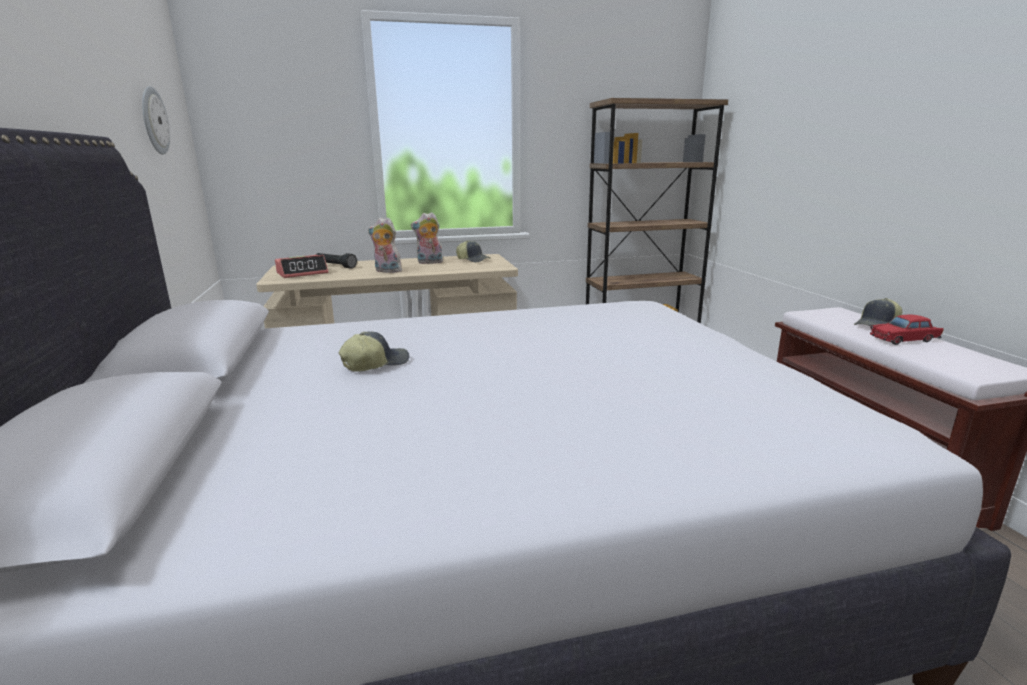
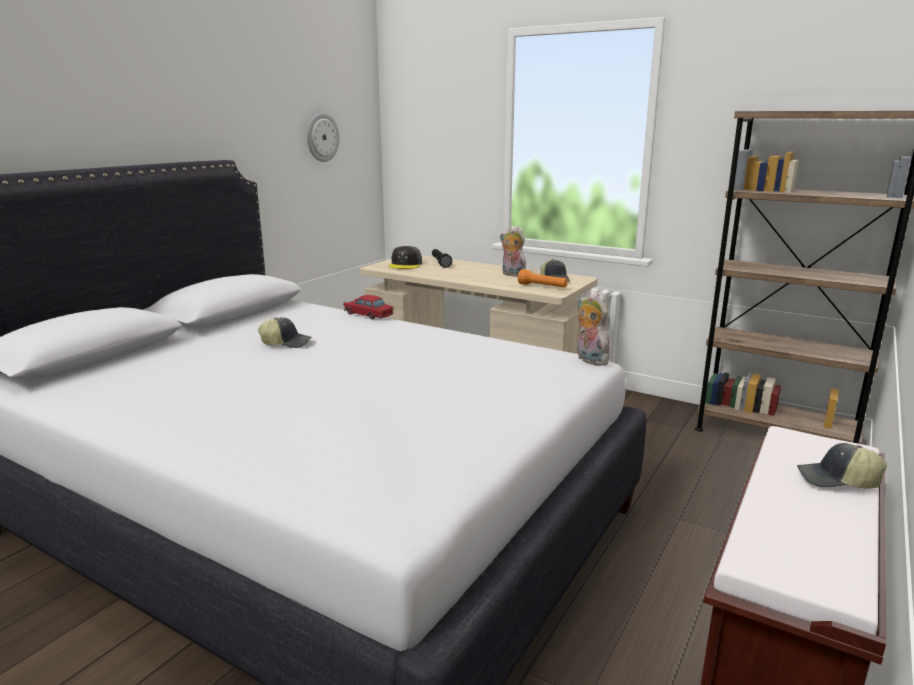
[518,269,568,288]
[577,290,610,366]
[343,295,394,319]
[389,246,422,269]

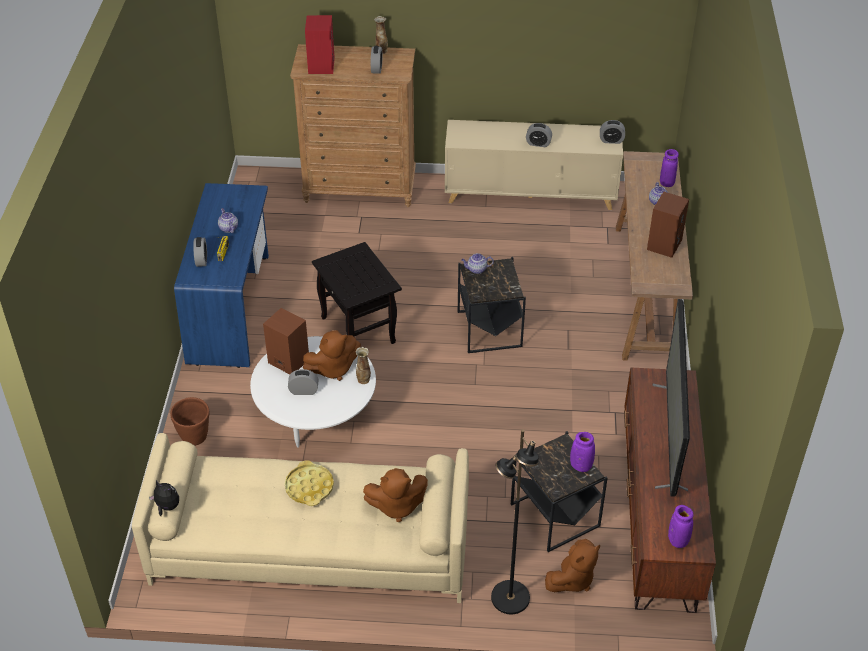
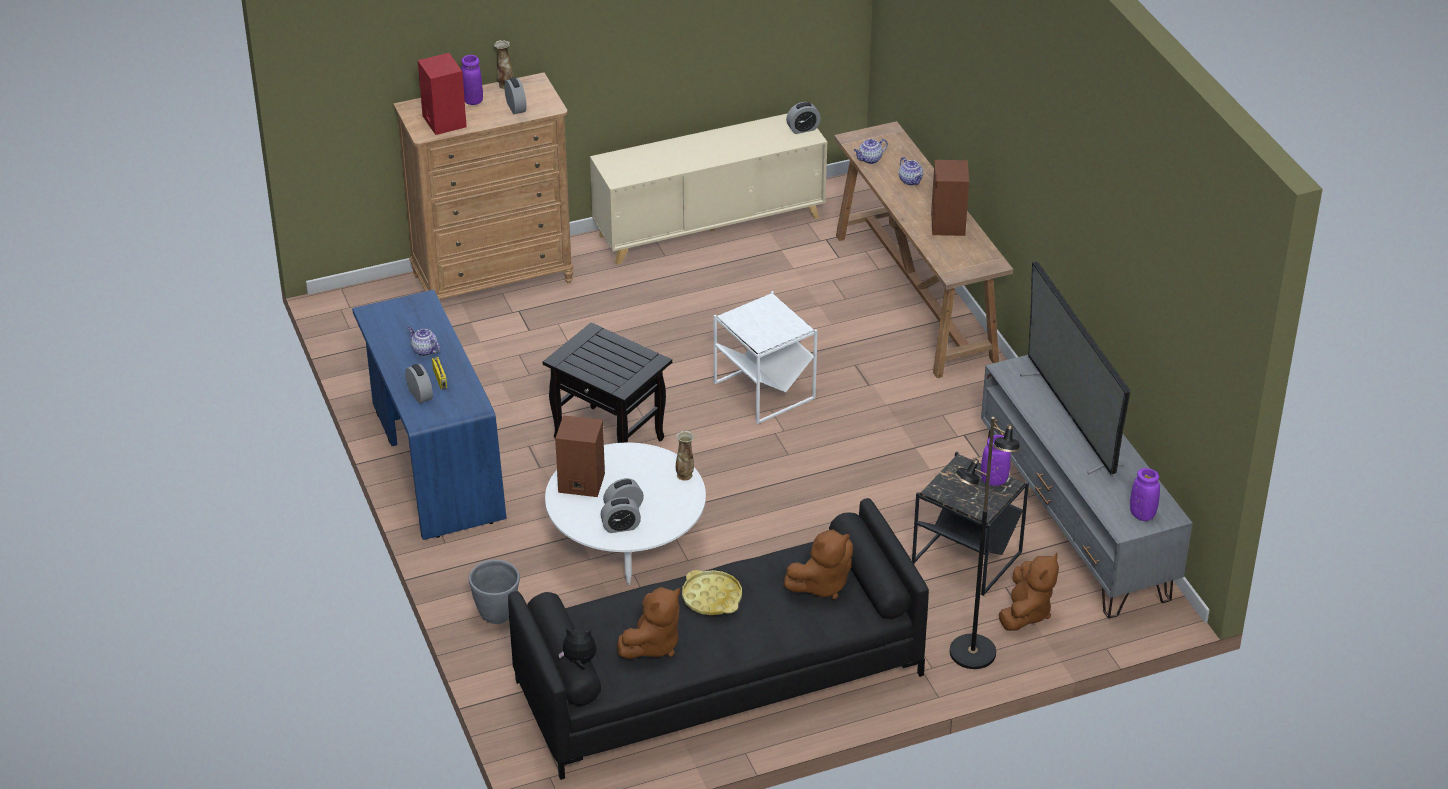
[617,587,680,659]
[854,139,888,164]
[600,497,641,533]
[461,55,483,105]
[508,498,929,780]
[469,560,520,624]
[714,291,818,424]
[981,355,1192,618]

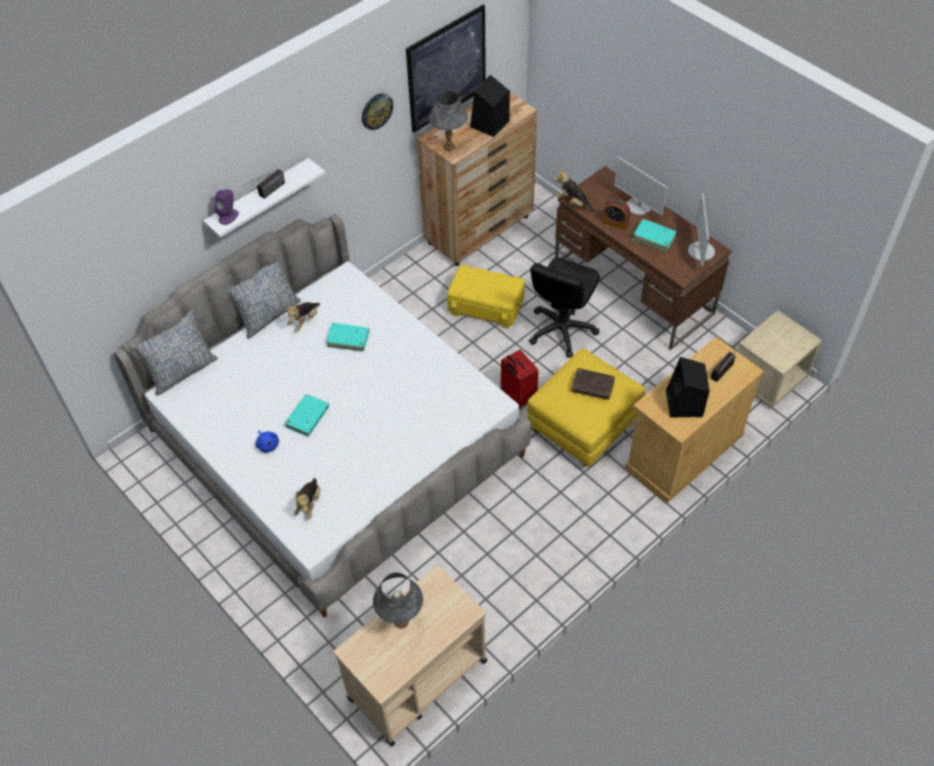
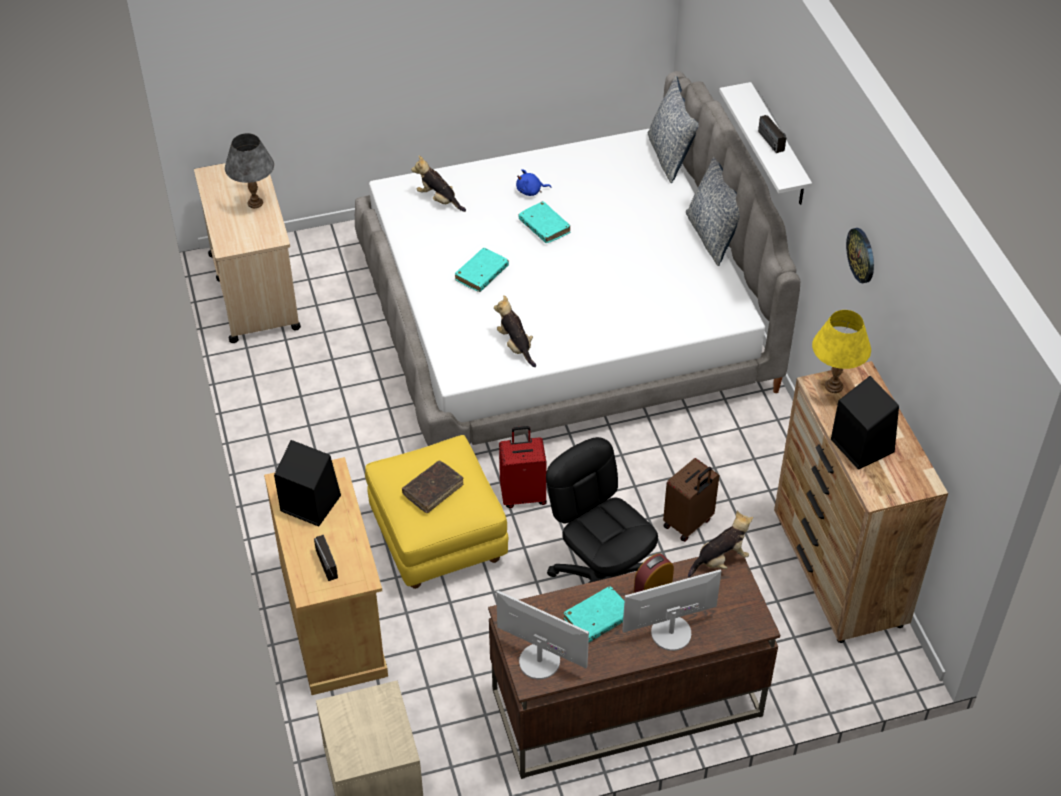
[214,189,239,225] (first image)
[406,5,486,133] (first image)
[494,295,536,367]
[455,248,509,292]
[663,458,720,542]
[812,310,871,393]

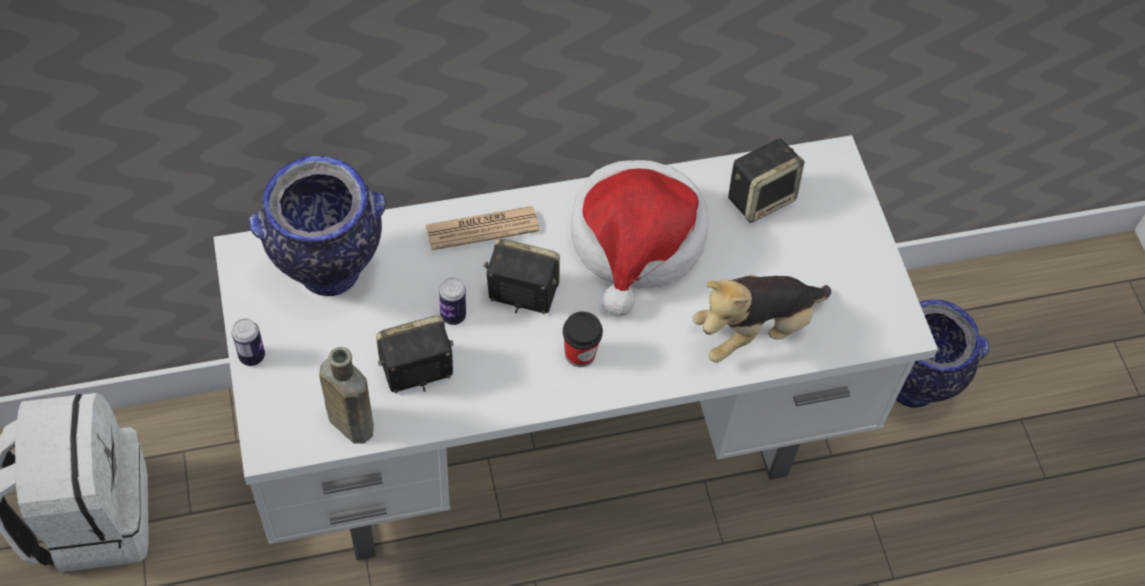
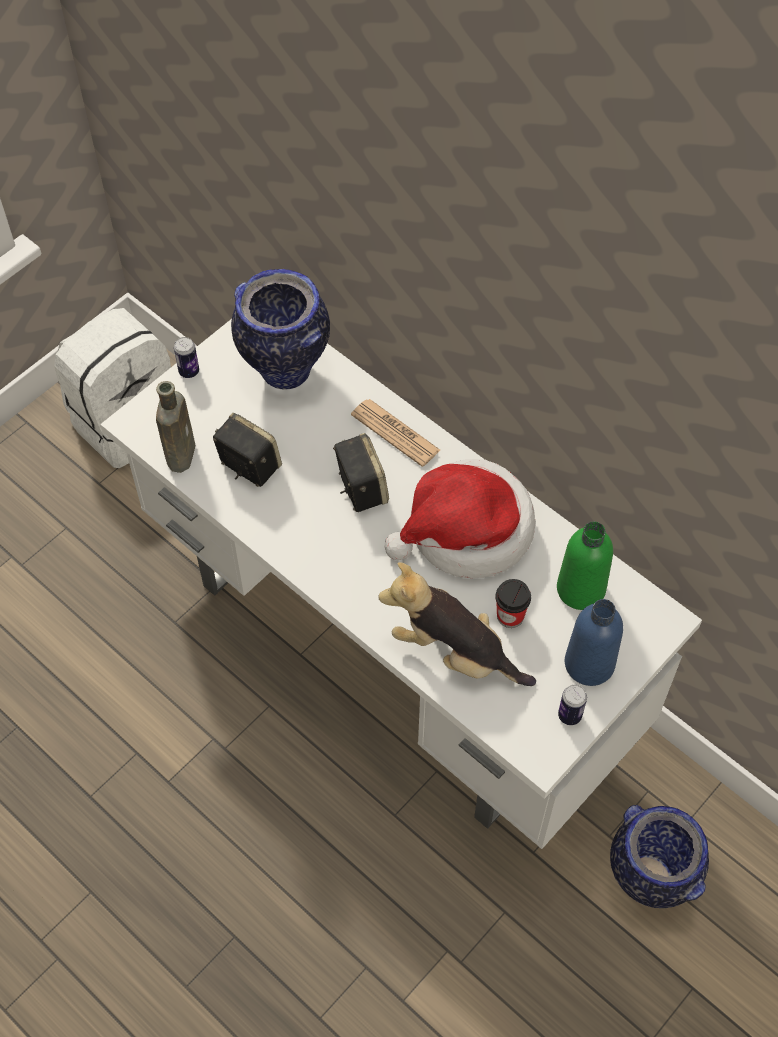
[565,599,623,686]
[558,685,587,725]
[495,579,531,628]
[557,522,613,610]

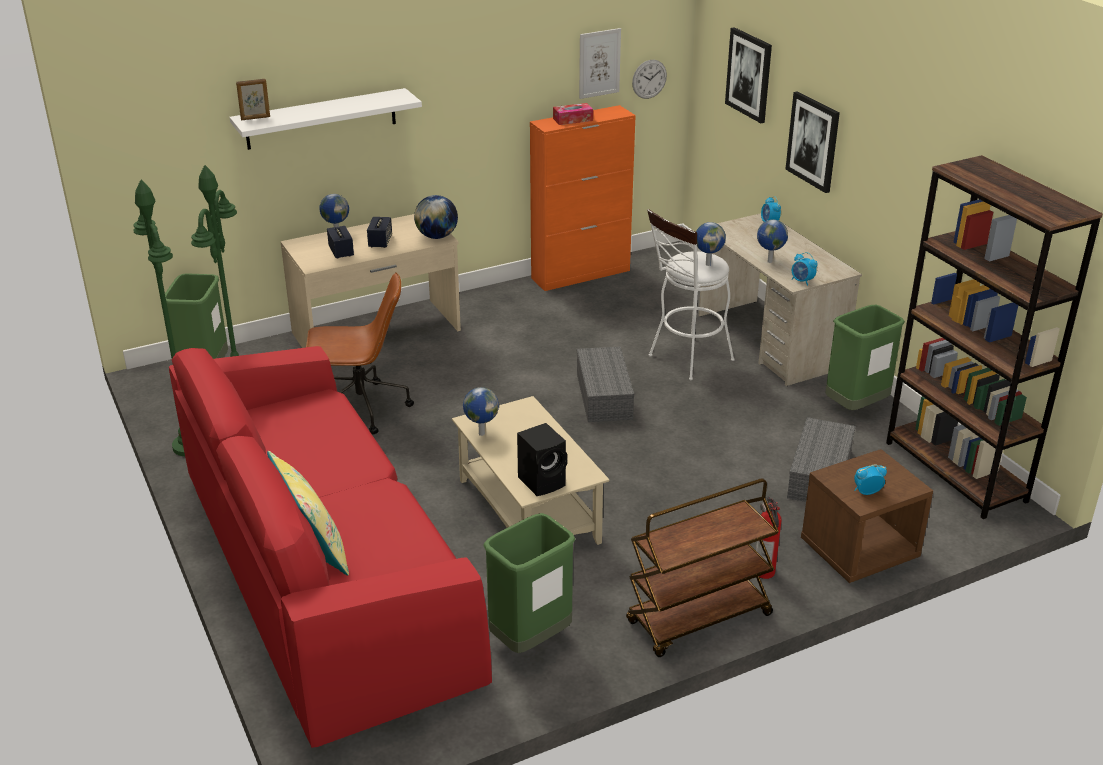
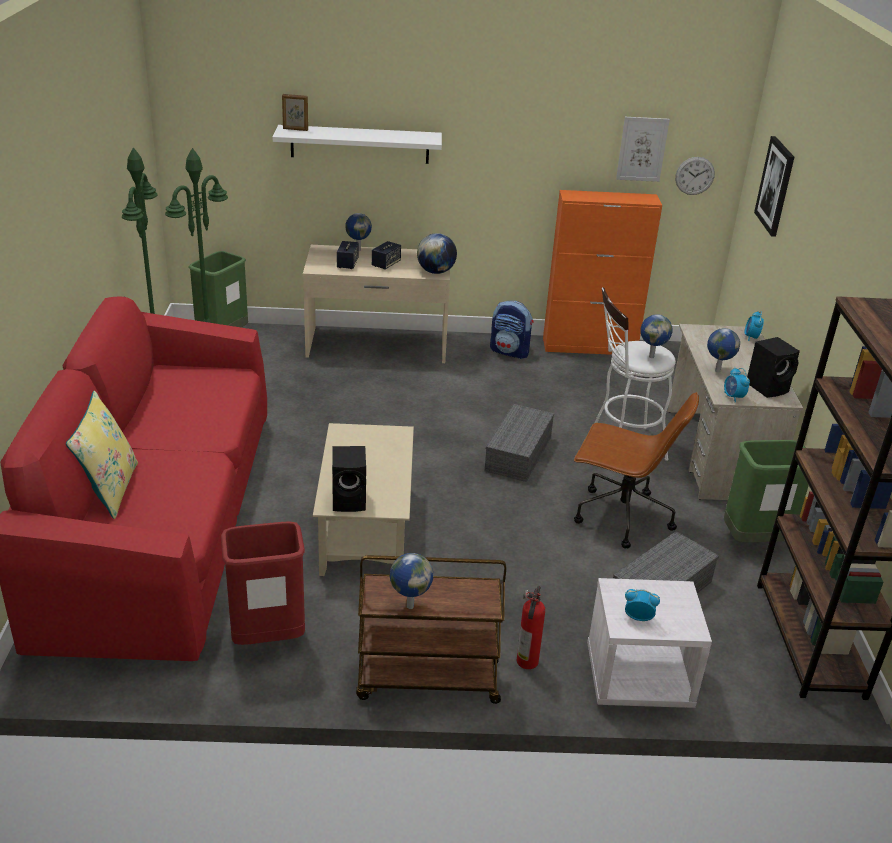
[553,103,593,125] (first image)
[785,91,840,193] (first image)
[490,301,534,359]
[747,337,800,398]
[574,392,699,548]
[390,553,433,609]
[221,522,305,645]
[587,578,712,708]

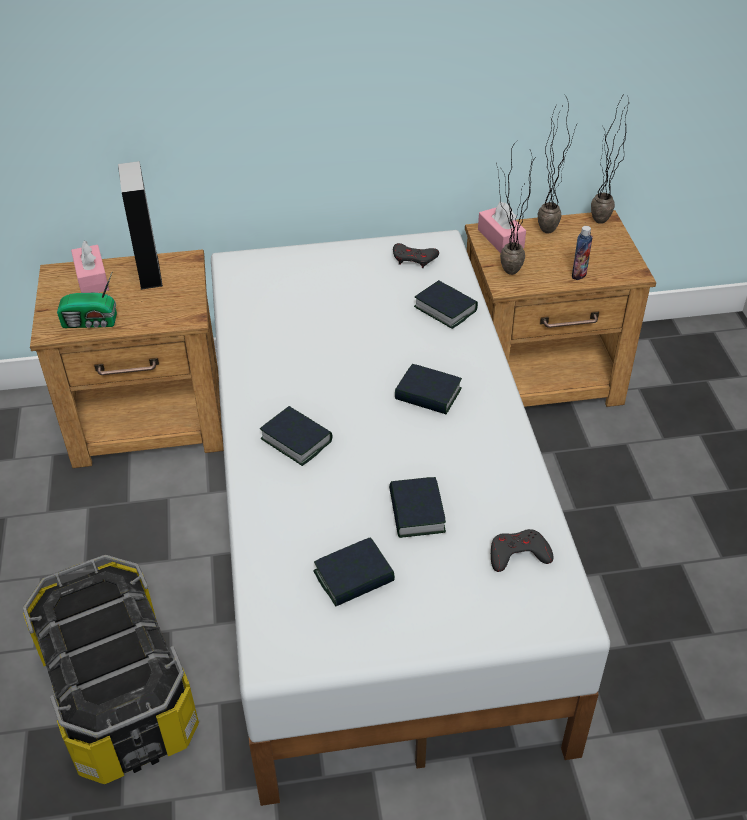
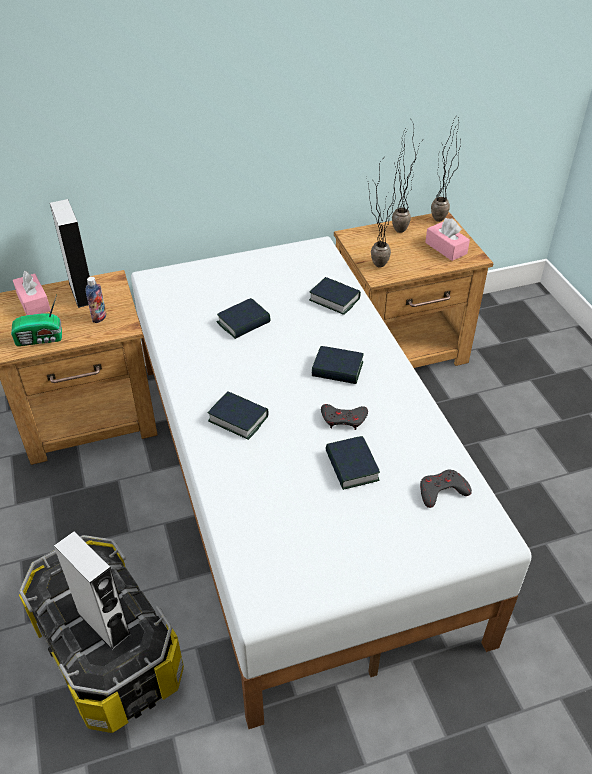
[54,531,131,650]
[217,298,270,339]
[321,404,368,430]
[425,218,470,261]
[86,277,107,323]

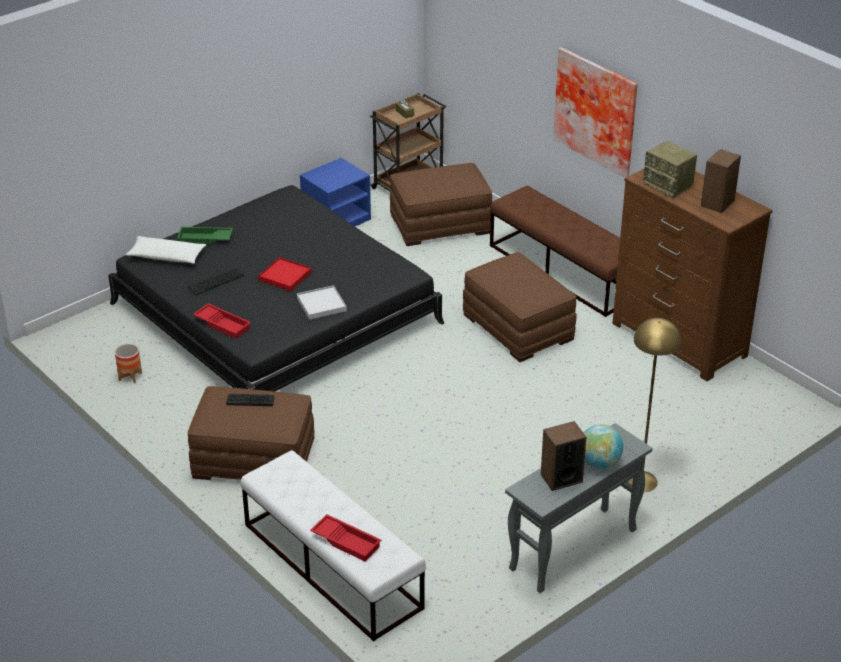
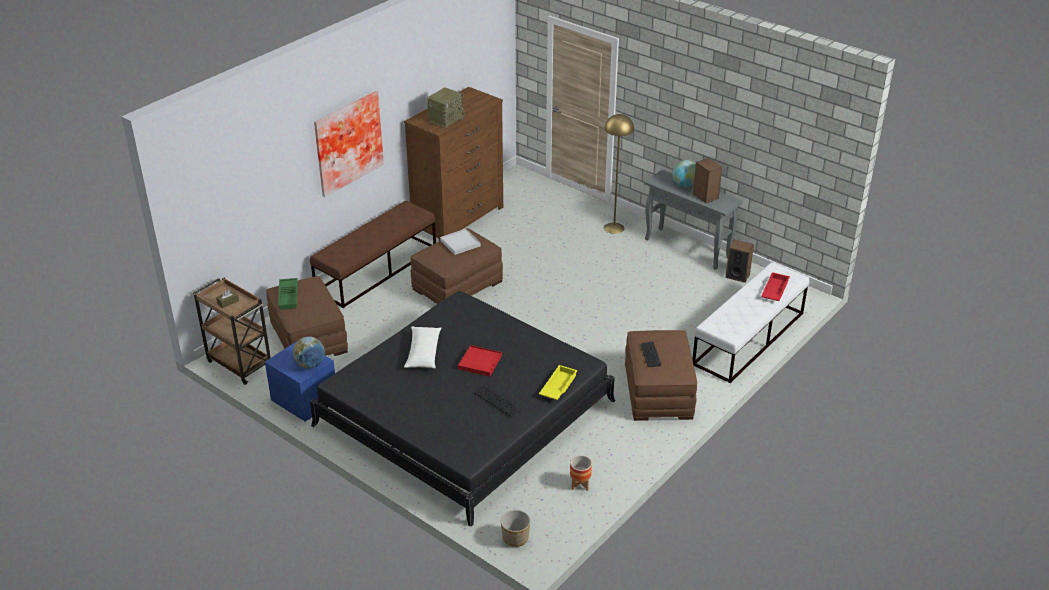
[293,337,325,369]
[501,510,530,547]
[404,326,442,368]
[278,278,298,310]
[440,229,481,255]
[725,240,754,283]
[539,365,578,400]

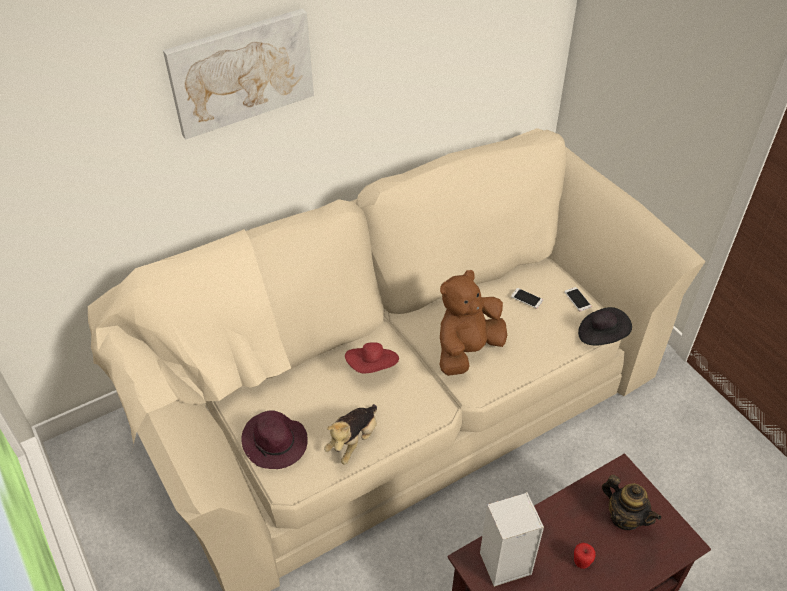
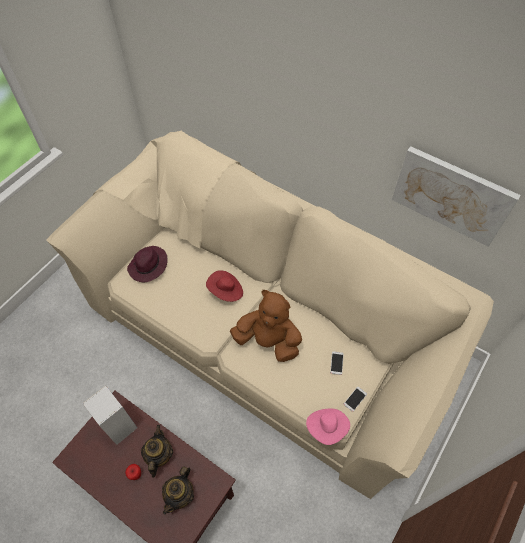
[324,404,377,464] (first image)
[141,425,173,478]
[392,146,521,247]
[306,409,350,445]

